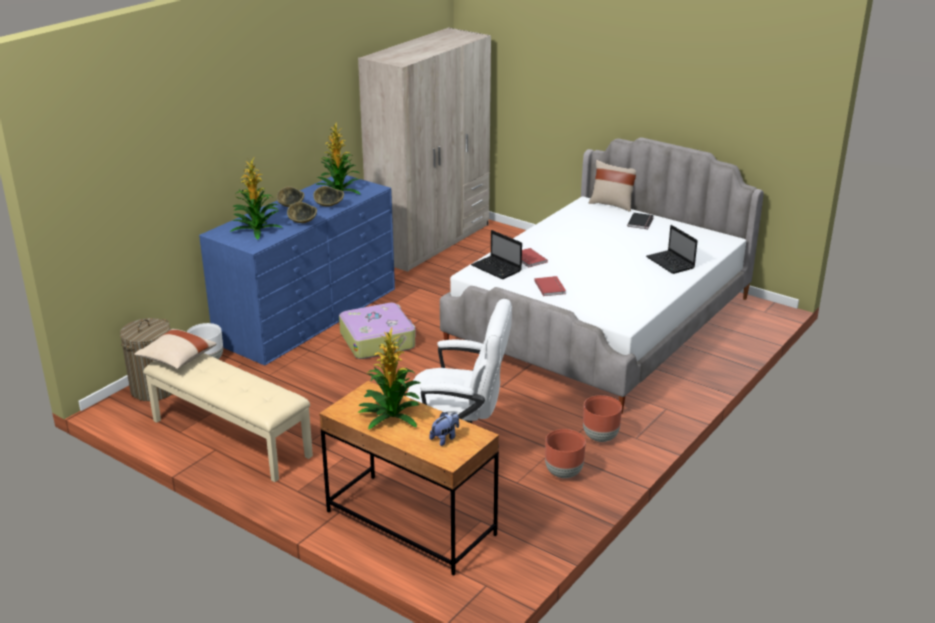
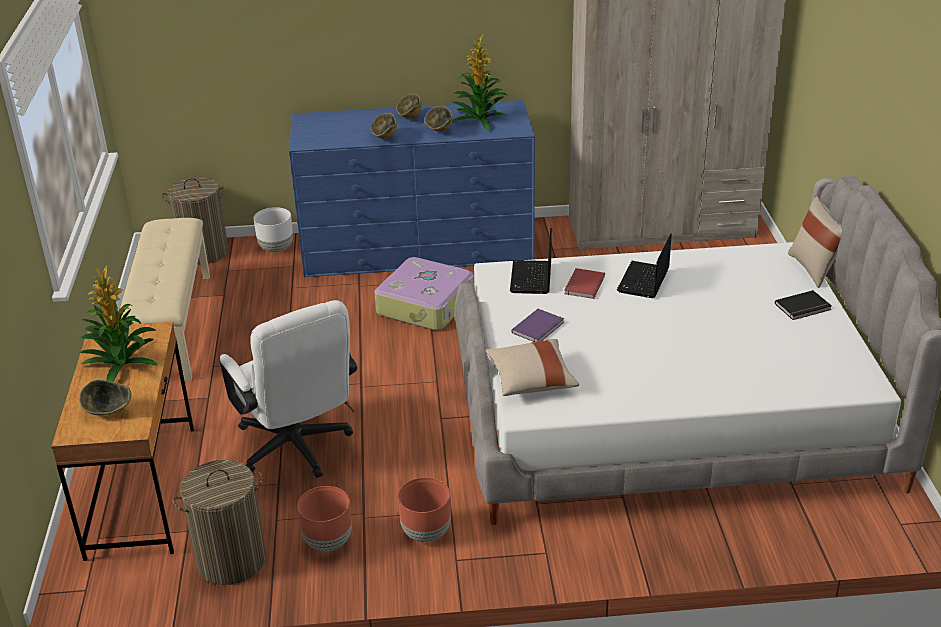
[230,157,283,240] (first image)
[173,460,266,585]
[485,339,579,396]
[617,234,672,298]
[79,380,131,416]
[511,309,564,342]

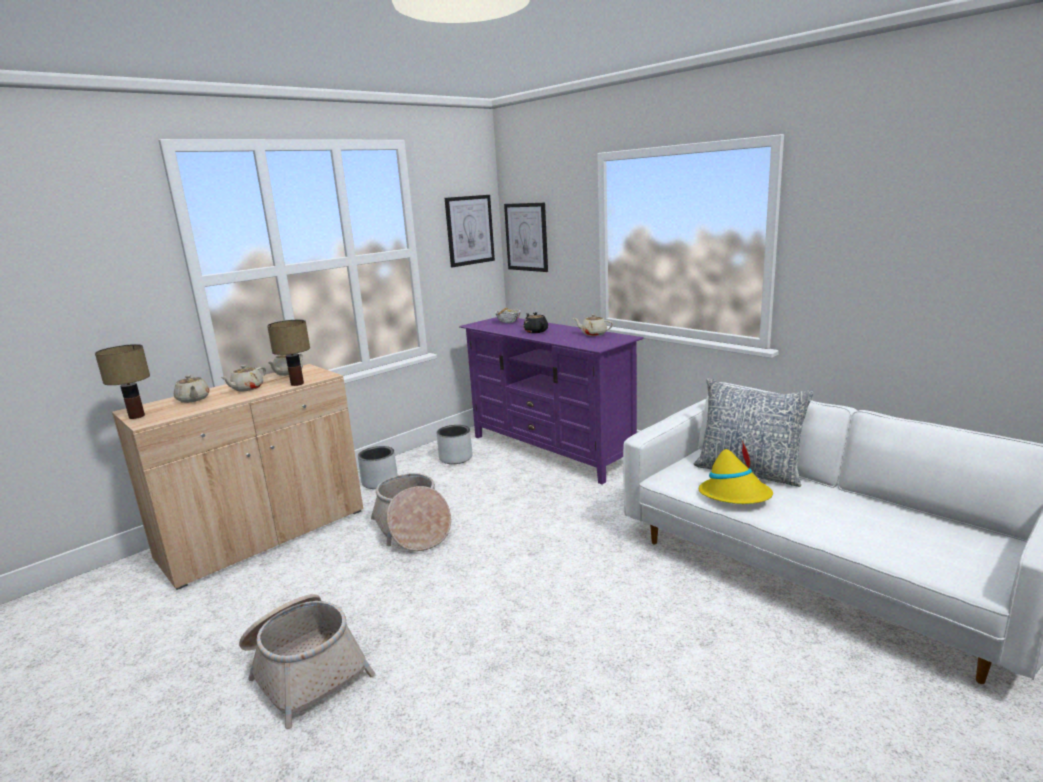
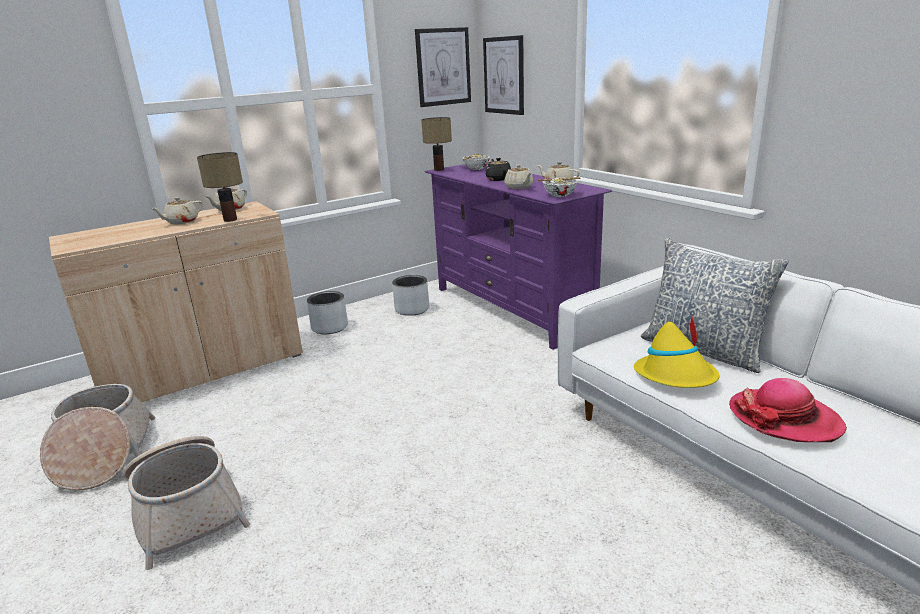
[538,177,581,197]
[729,378,847,442]
[421,117,452,171]
[504,165,533,189]
[40,384,155,491]

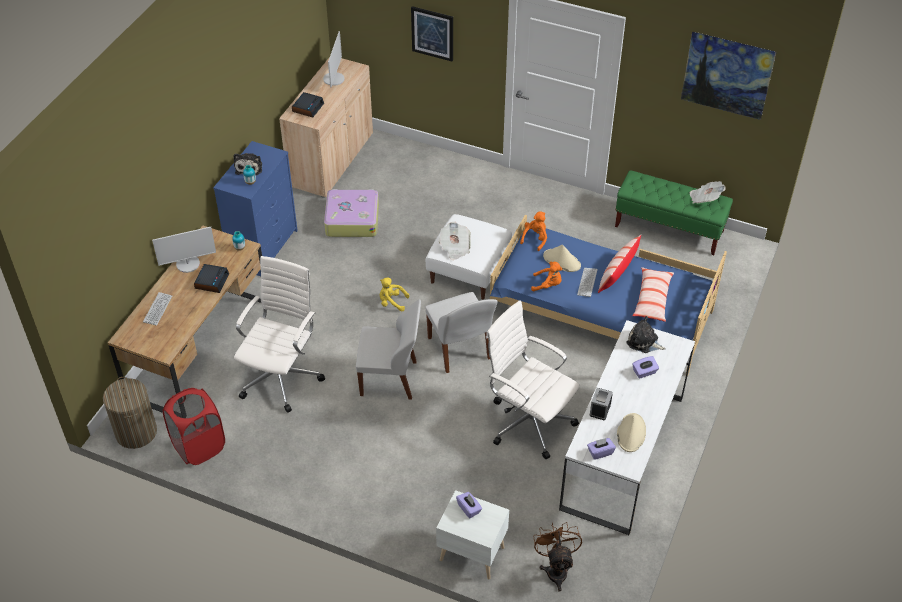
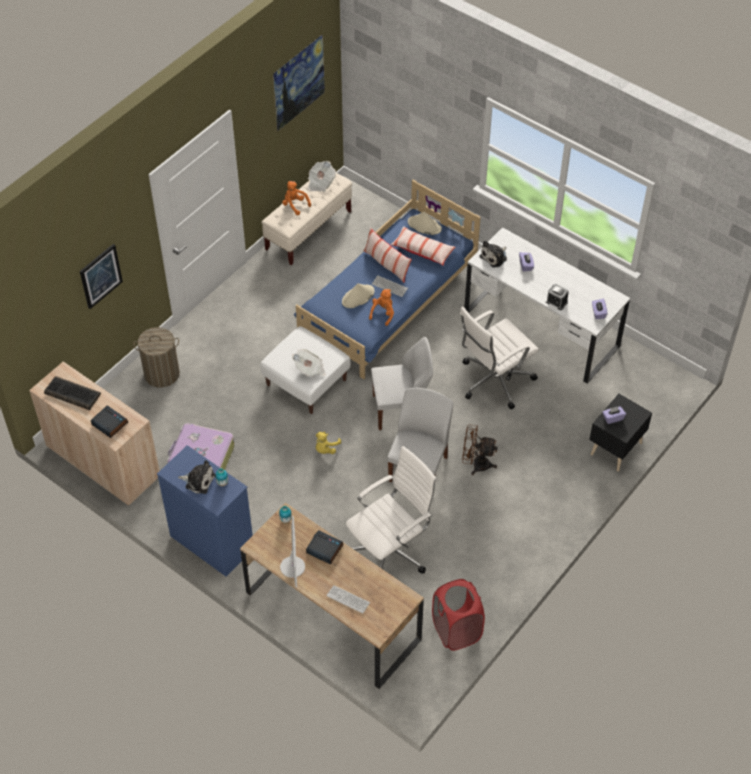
[133,327,180,387]
[282,181,311,215]
[462,424,498,475]
[408,212,442,235]
[44,376,101,410]
[589,394,652,471]
[261,173,352,266]
[346,446,437,573]

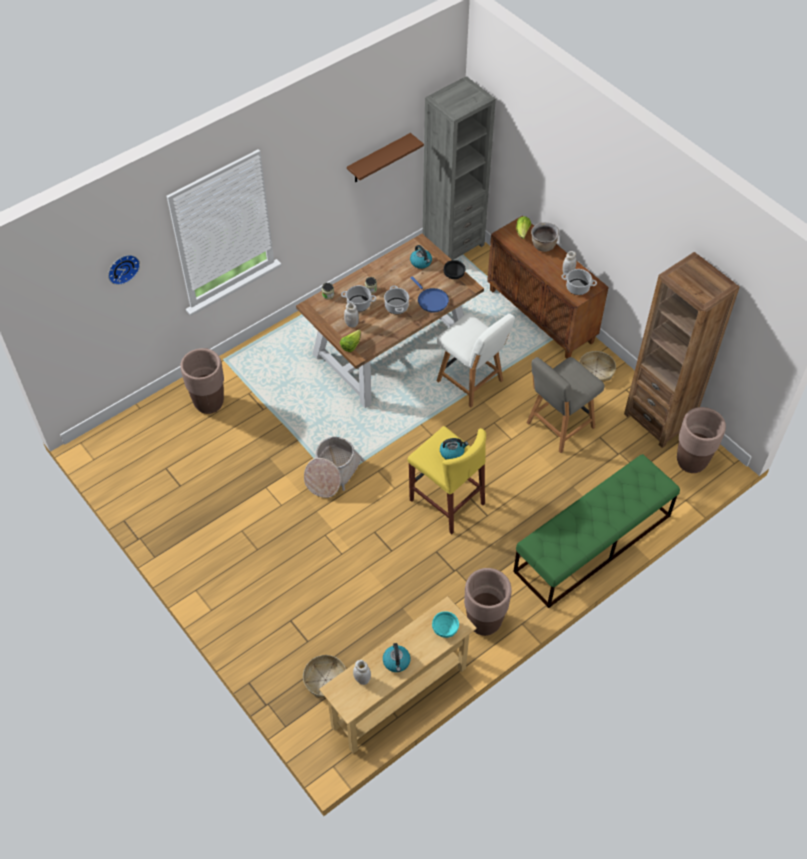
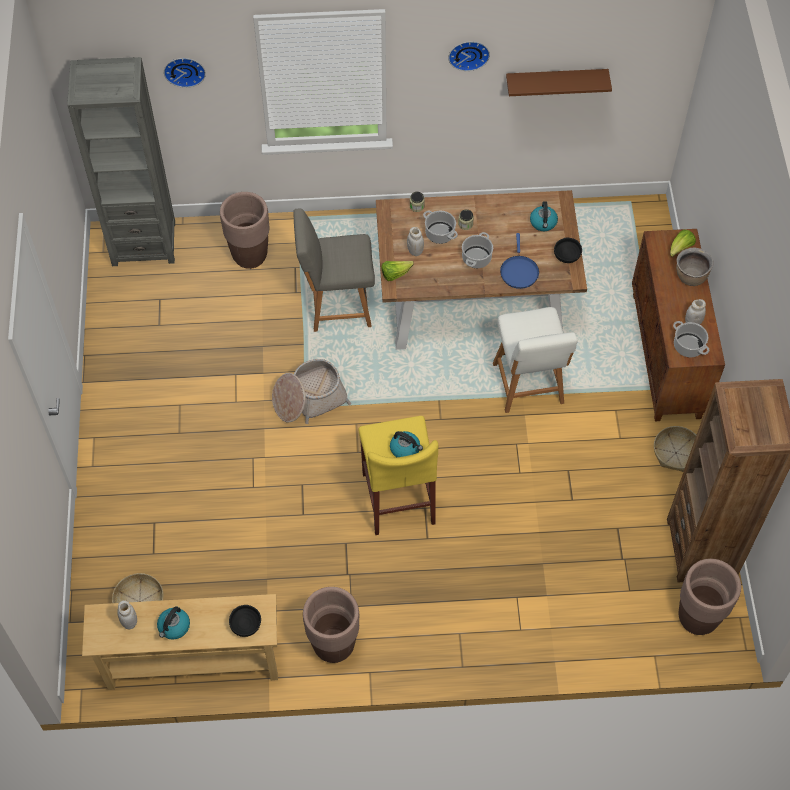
[513,454,680,608] (first image)
[448,41,490,71]
[67,57,175,266]
[294,209,375,332]
[229,605,261,637]

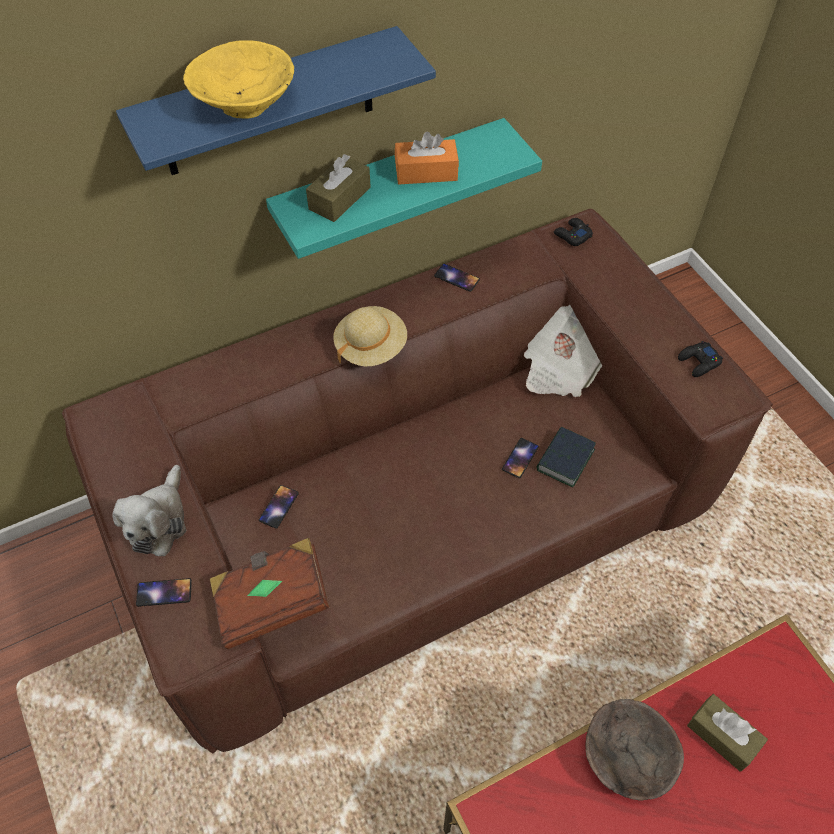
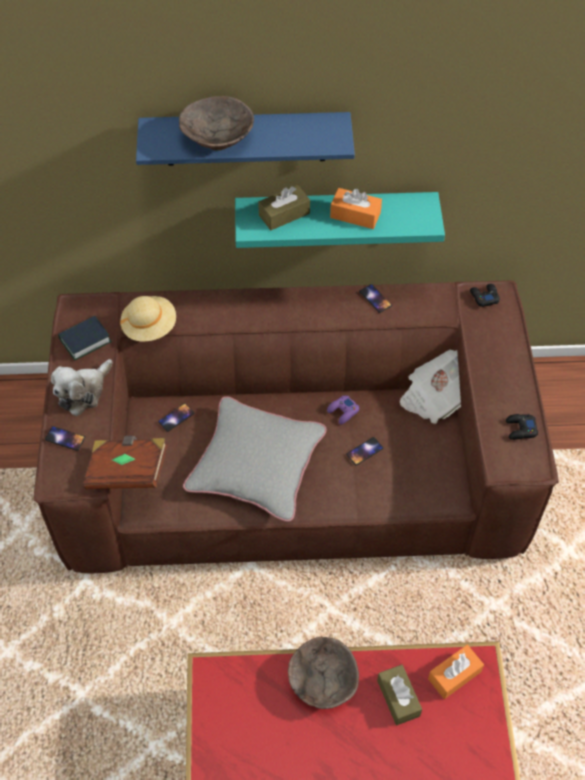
[183,396,326,522]
[327,395,359,425]
[428,645,484,699]
[120,296,176,341]
[58,316,112,360]
[179,96,254,151]

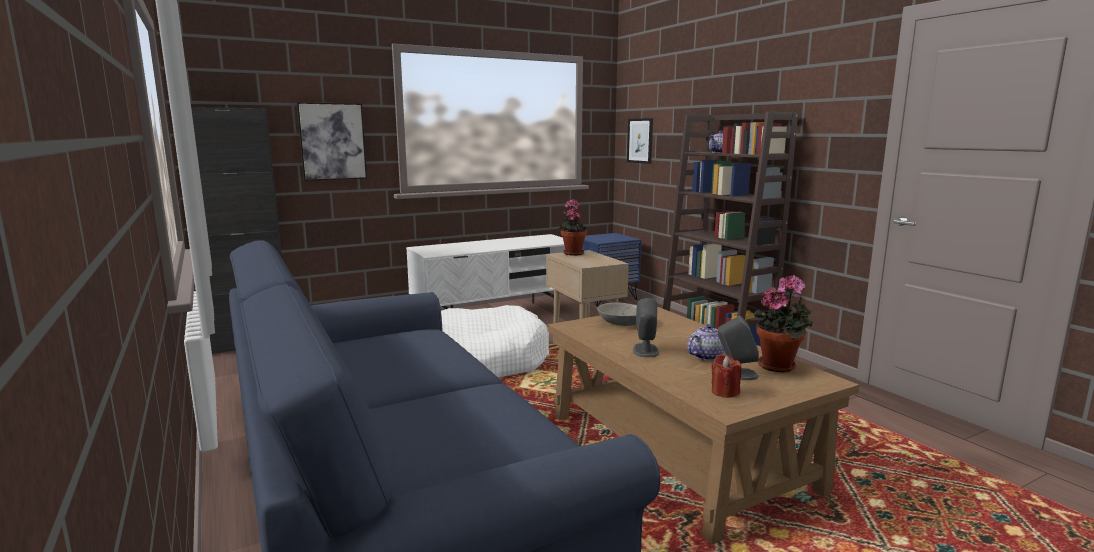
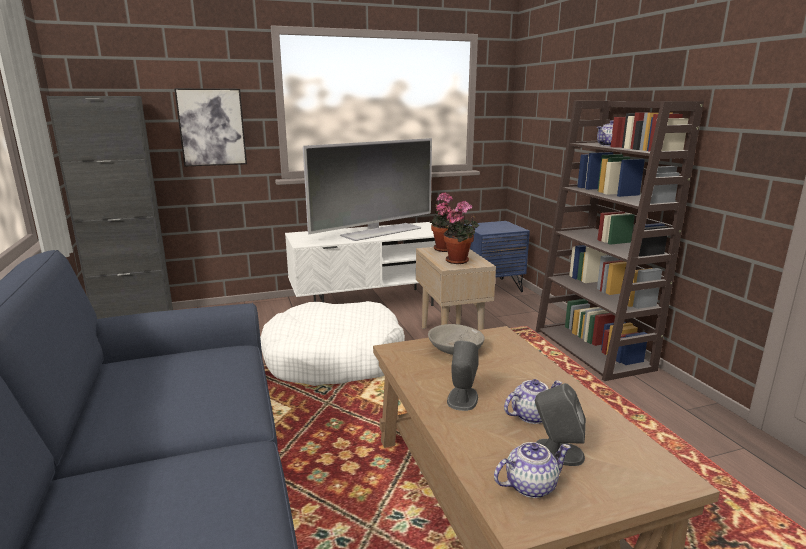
[627,118,653,164] (first image)
[303,138,432,241]
[444,201,479,264]
[494,442,571,498]

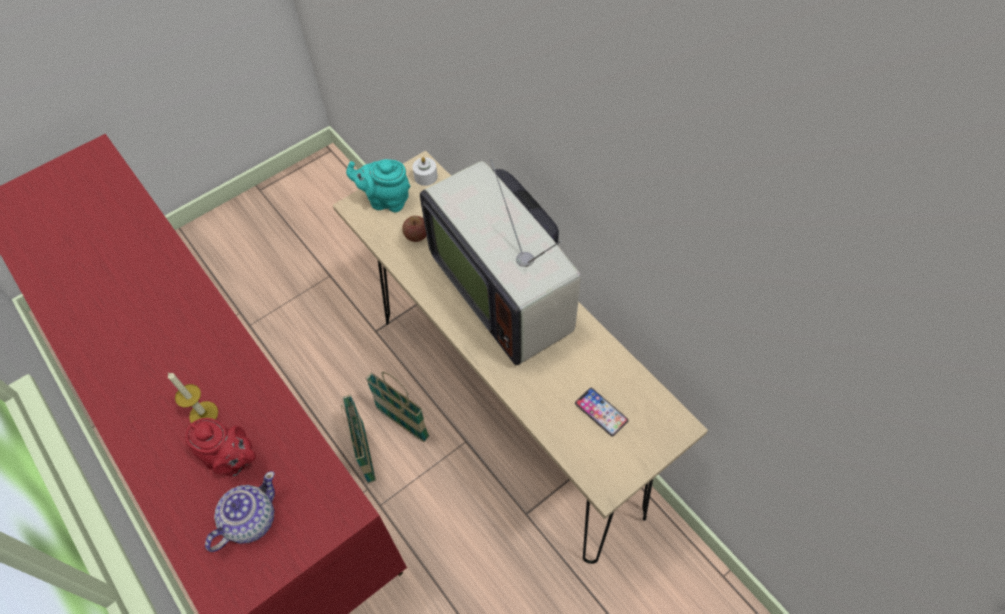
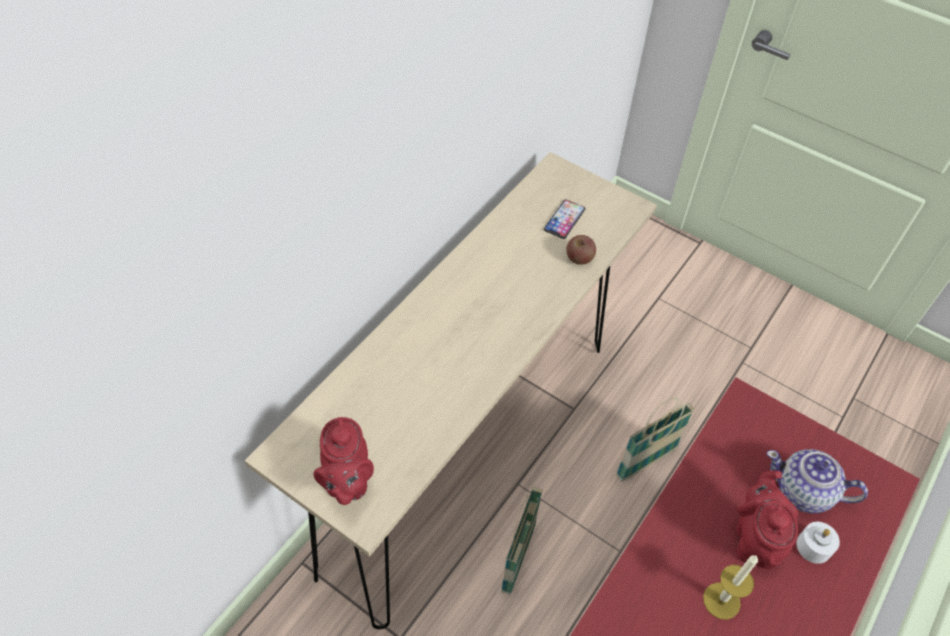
[420,159,581,365] (first image)
[616,397,695,482]
[566,235,596,265]
[796,522,840,564]
[314,417,374,505]

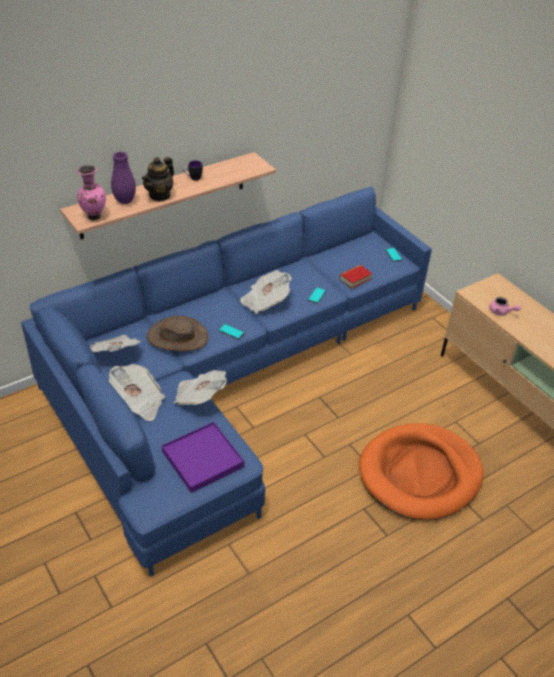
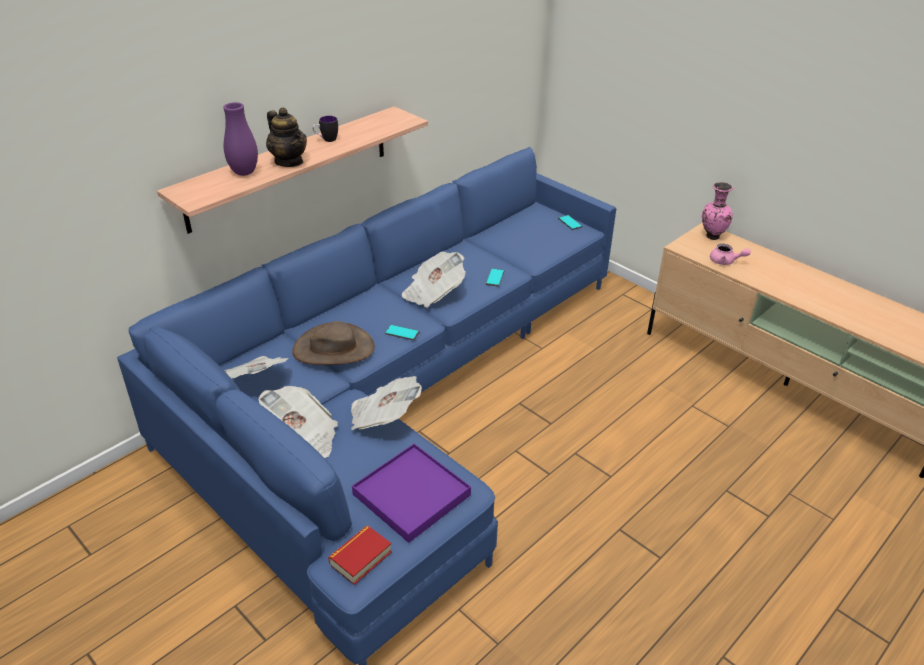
[359,423,484,520] (first image)
[702,182,733,240]
[328,526,392,585]
[266,107,307,167]

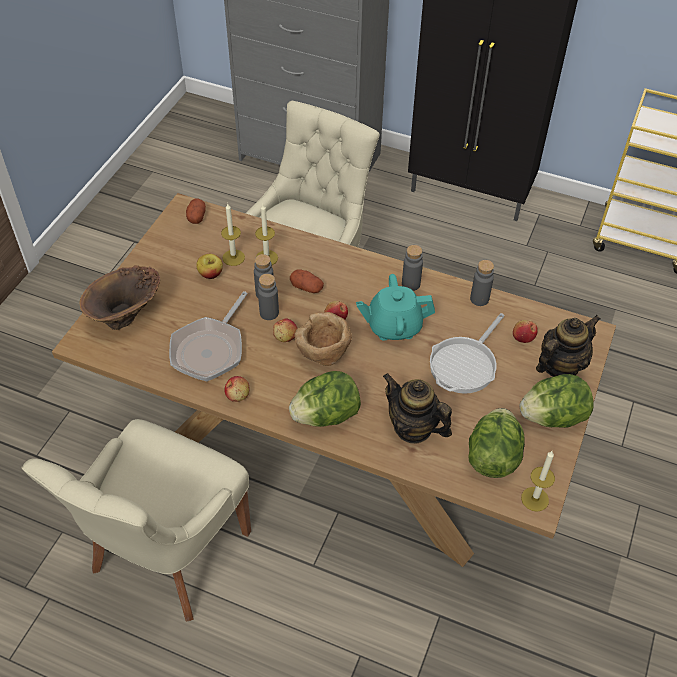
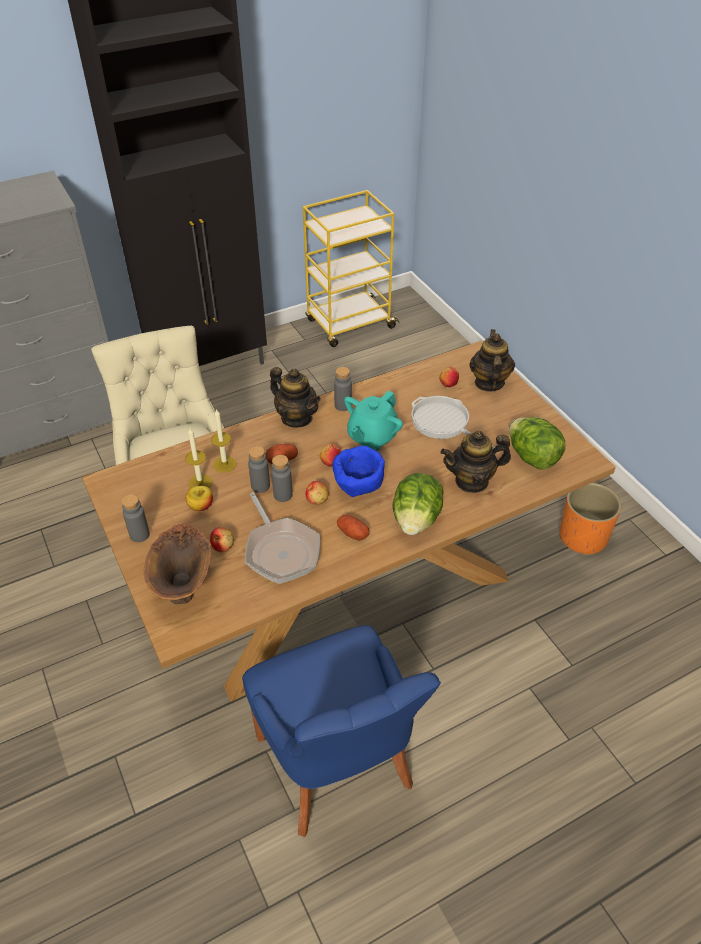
[519,374,594,428] (first image)
[521,451,555,512] (first image)
[270,367,321,427]
[559,483,622,556]
[337,515,369,541]
[210,527,234,552]
[121,494,150,542]
[242,625,441,837]
[332,446,385,497]
[411,396,495,450]

